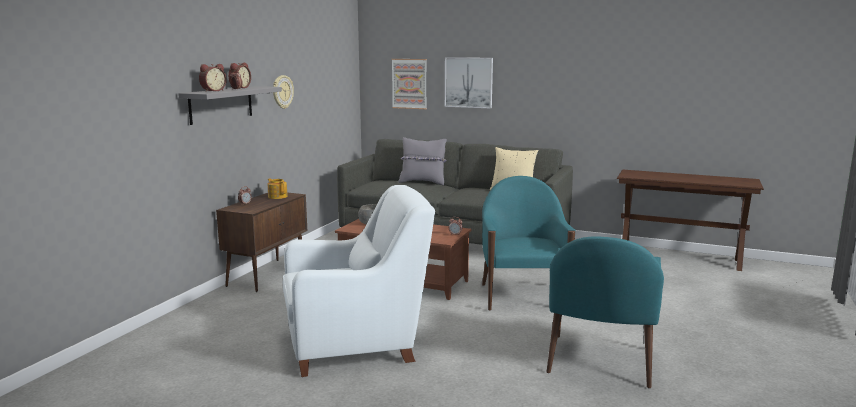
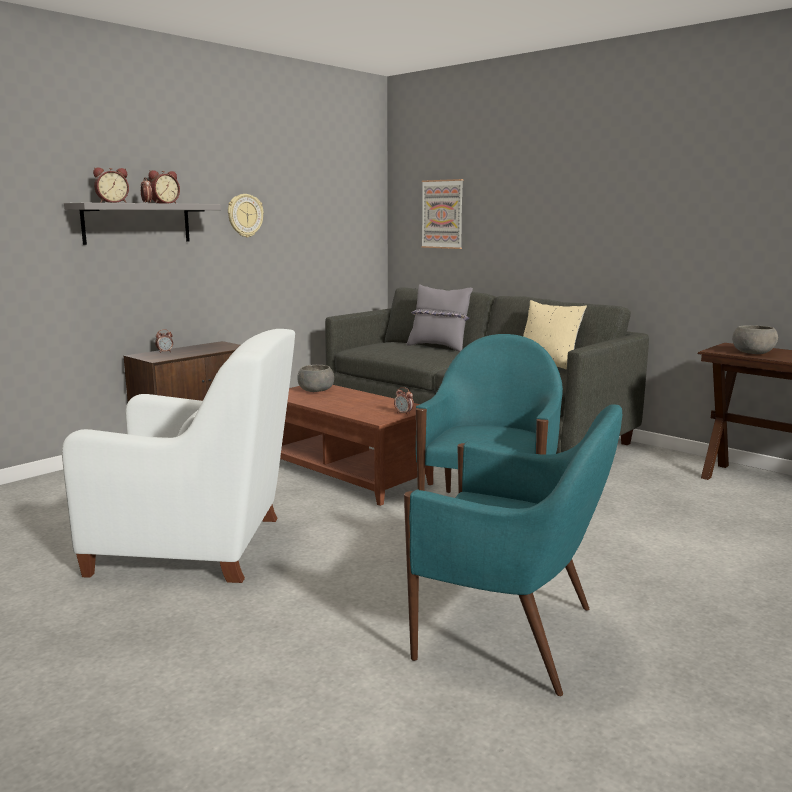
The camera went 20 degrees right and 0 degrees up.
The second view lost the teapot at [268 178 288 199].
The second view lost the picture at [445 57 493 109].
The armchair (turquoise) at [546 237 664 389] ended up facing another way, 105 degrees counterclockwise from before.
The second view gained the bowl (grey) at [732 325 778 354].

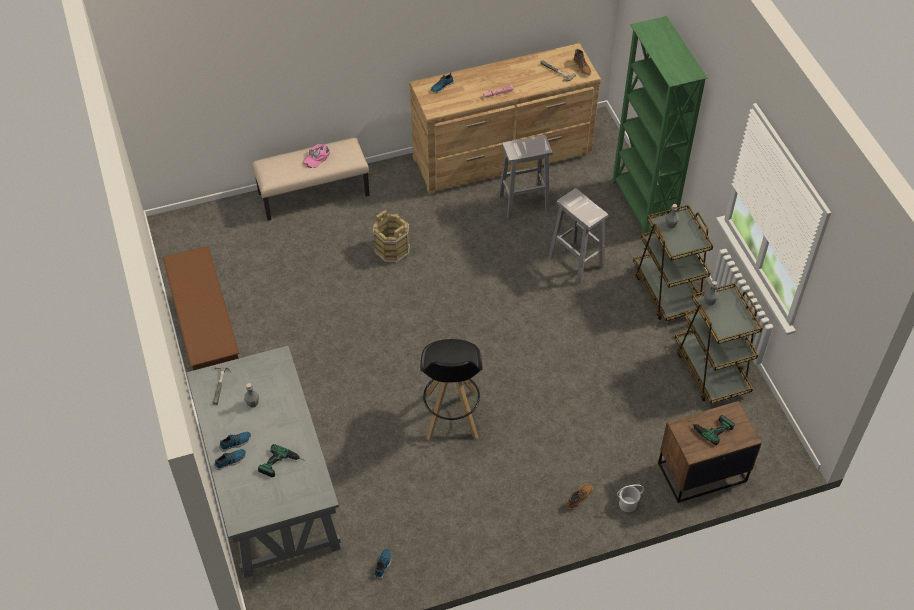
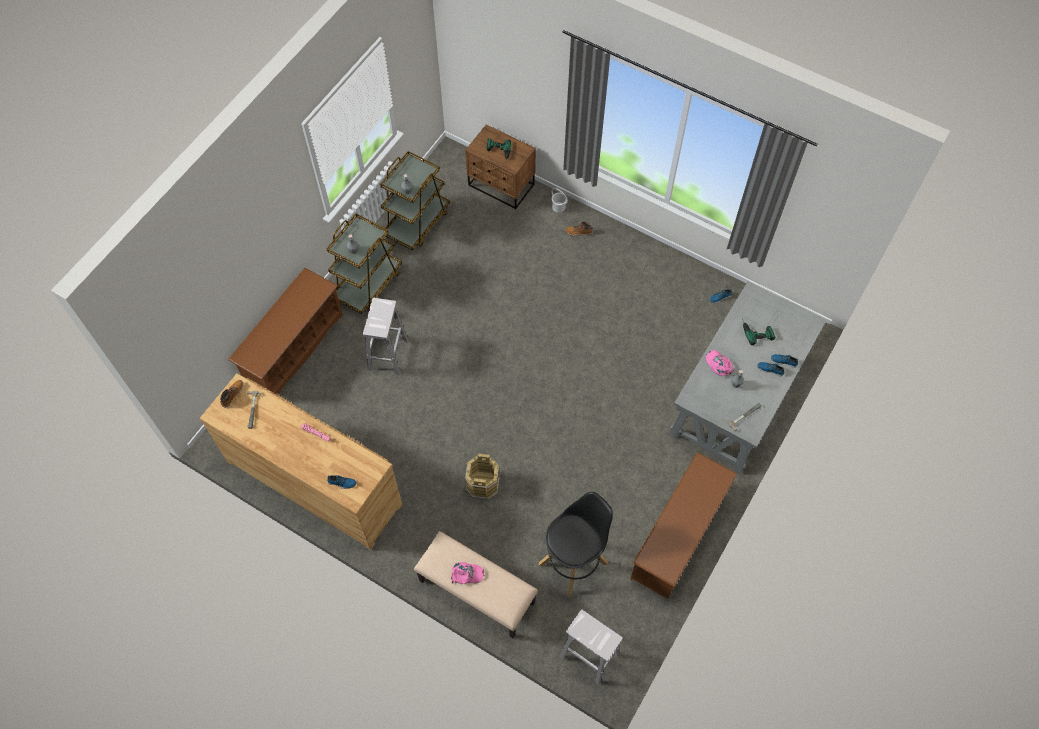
The camera went 130 degrees left and 10 degrees up.
The stool (black) ended up elsewhere, having gone from [420 339 483 440] to [539 492 613 597].
The stool (white) ended up elsewhere, having gone from [499 135 553 220] to [560 609 623 685].
Where the bookcase (green) stood at [612 16 708 236], the shoe rack (brown) came to stand at [228 268 343 395].
The second view gained the cap (pink) at [706 350 735 376].

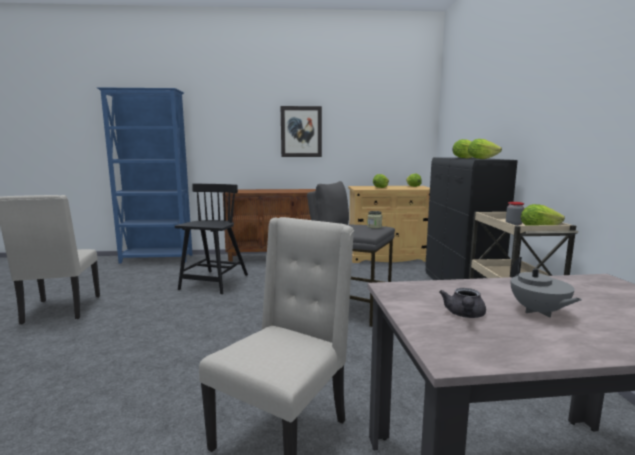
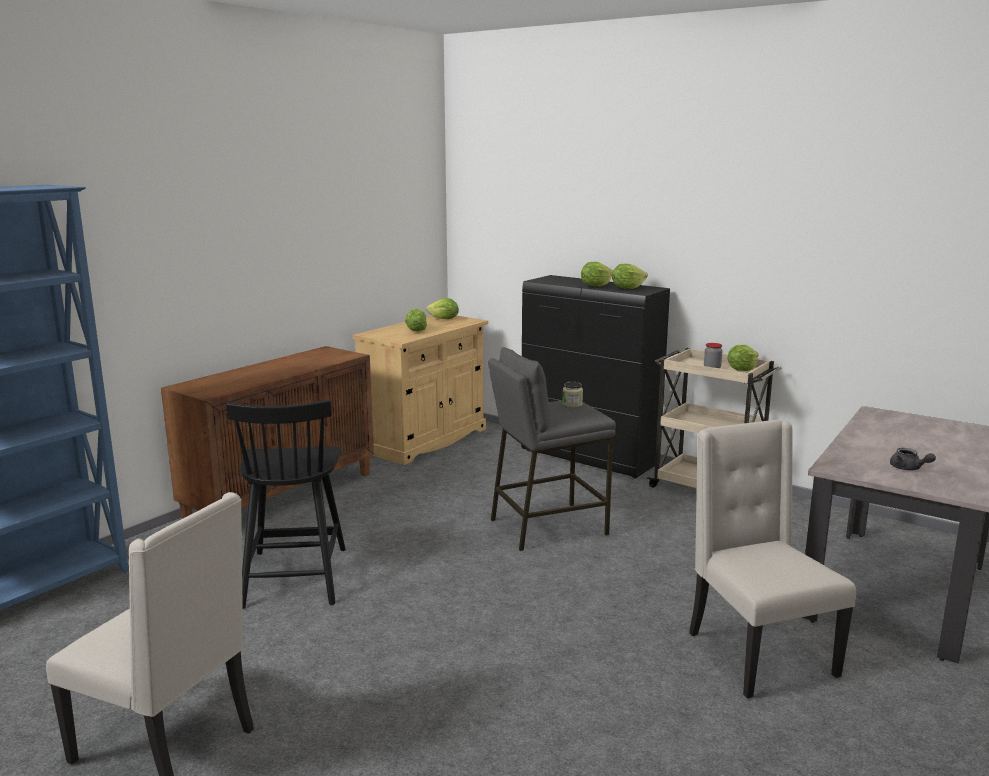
The camera went 50 degrees left and 5 degrees up.
The chair (black) at [175 184 248 294] ended up facing another way, 150 degrees counterclockwise from before.
The second view lost the picture at [281 106 322 157].
The second view lost the teapot (grey) at [511 257 582 317].

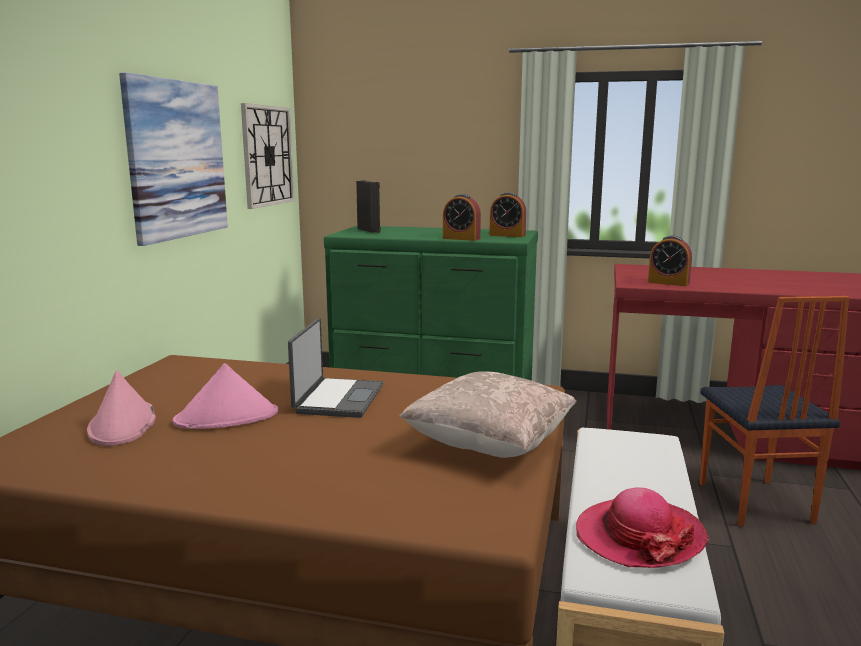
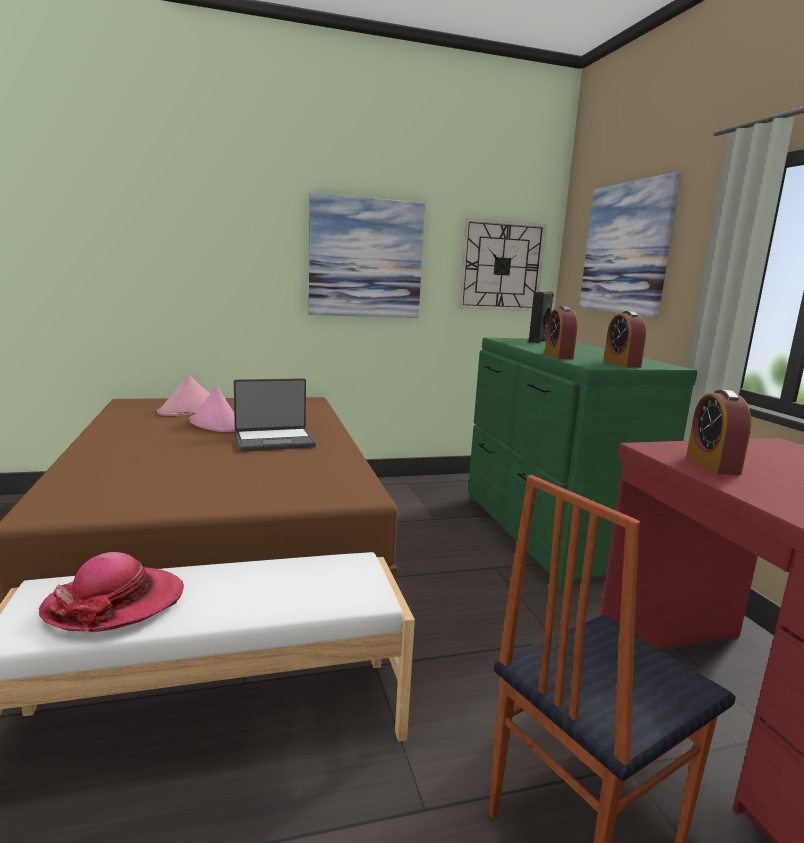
The camera went 60 degrees right and 0 degrees up.
The second view lost the pillow (beige) at [399 371 577 458].
The second view gained the picture at [579 172 681 318].

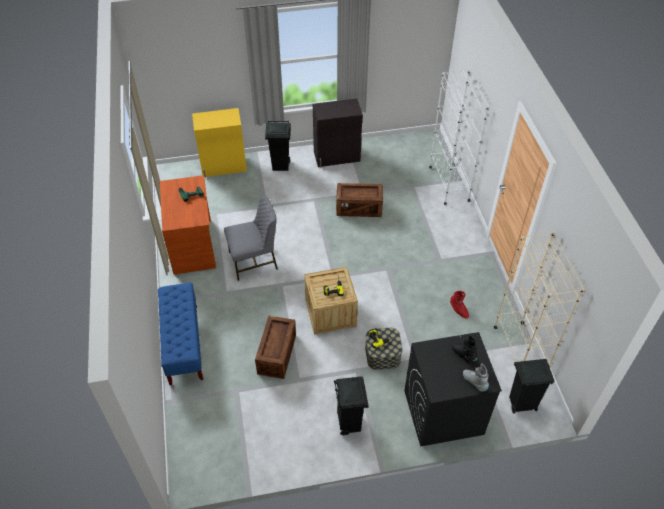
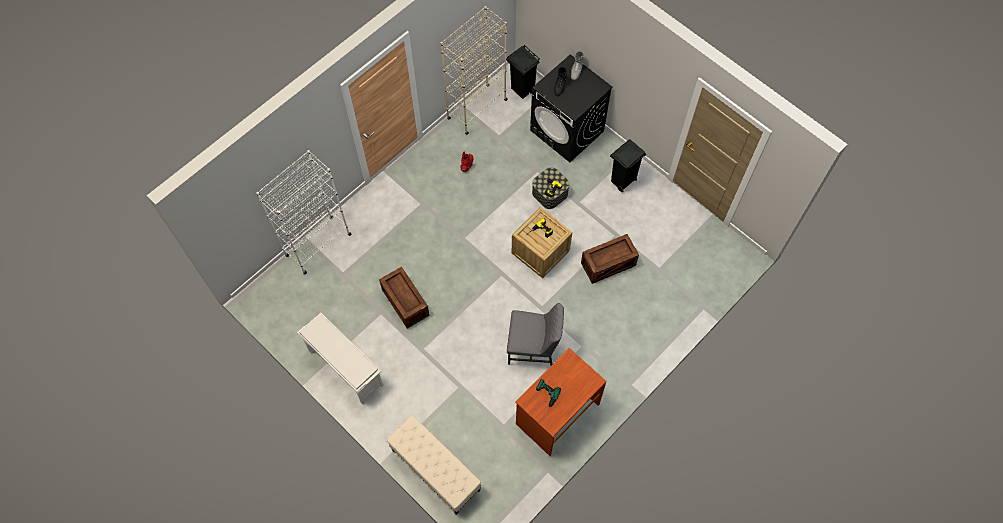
The camera went 125 degrees left and 15 degrees up.
The second view lost the bench (blue) at [158 283 203 385].
Where the cabinet (yellow) stood at [192 108 247 178], the bench (beige) came to stand at [387 415 481 515].
The chair (grey) at [224 195 278 281] ended up facing another way, 150 degrees clockwise from before.
The second view lost the trash can (black) at [265 121 291 171].
Where the cabinet (black) stood at [313 99 363 168], the shoe rack (white) came to stand at [297 313 384 405].

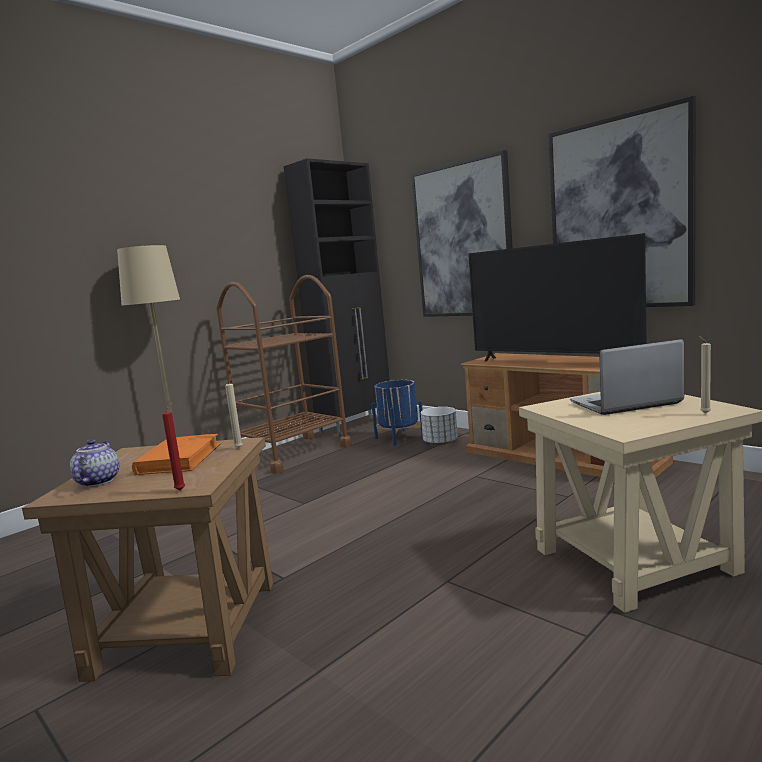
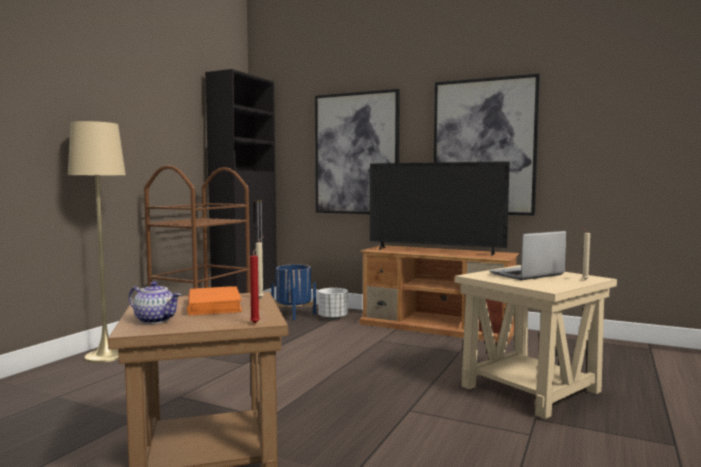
The camera went 20 degrees left and 5 degrees down.
The teapot at [70 440 119 487] ended up facing another way, 135 degrees clockwise from before.

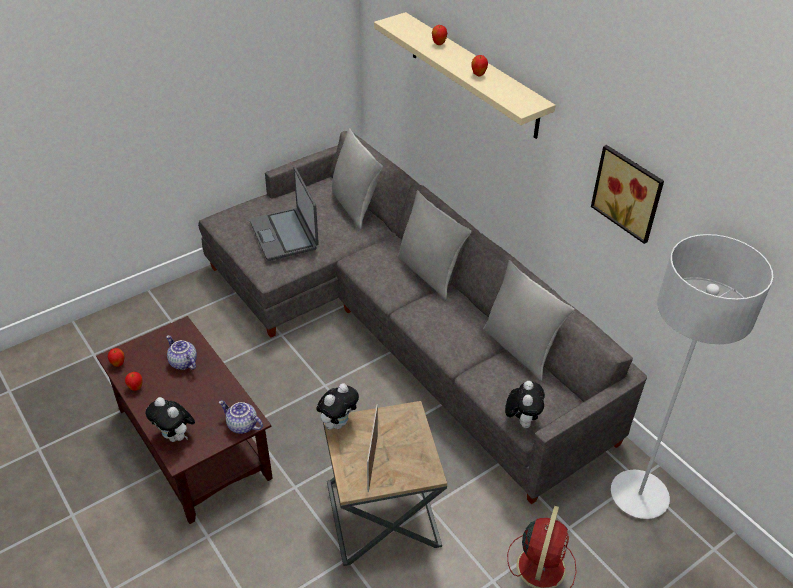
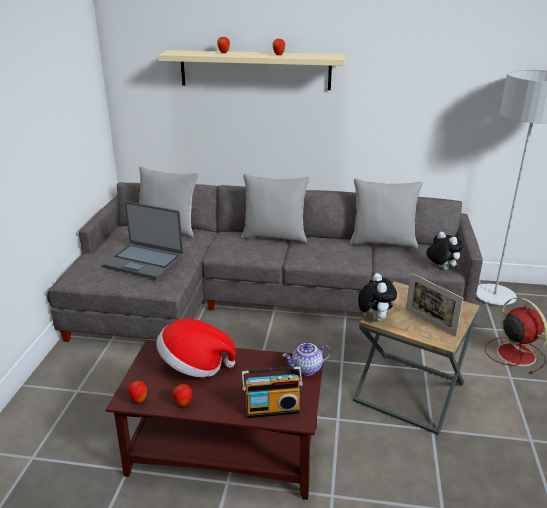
The camera went 45 degrees left and 15 degrees down.
Where the plush toy stood at [145 397 195 442], the radio came to stand at [242 366 303 418].
Where the teapot stood at [166 335 197 370], the hat came to stand at [156 318 236 377].
The second view lost the picture at [591 145 664 244].

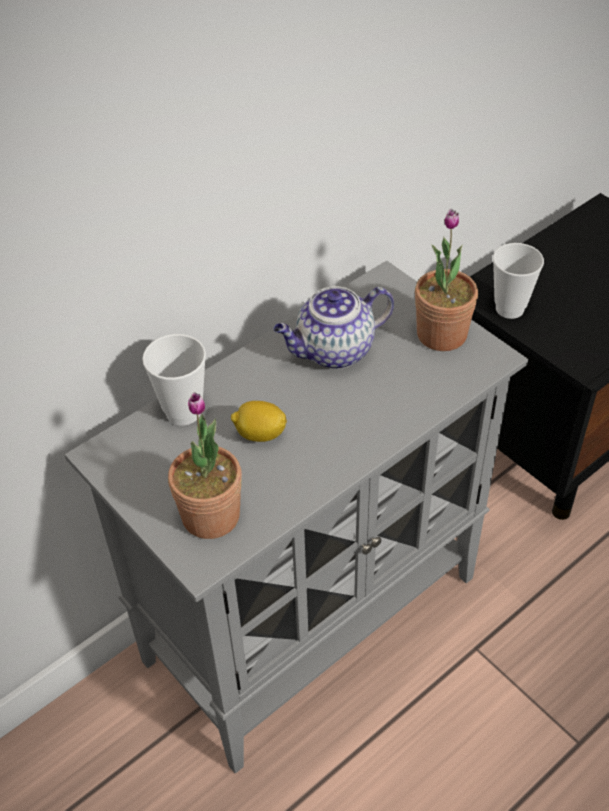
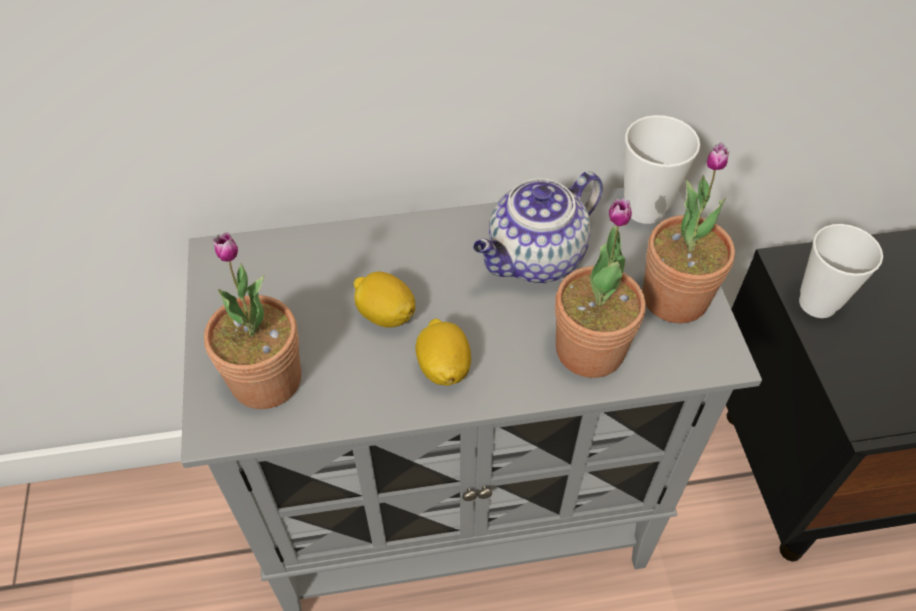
The camera went 30 degrees right and 5 degrees up.
The cup ended up elsewhere, having gone from [142 334 206 426] to [624 115 700 224].
The teapot at [273 286 394 369] ended up facing another way, 45 degrees counterclockwise from before.
The second view gained the lemon at [415 318 471 386].
The second view gained the potted plant at [555 198 646 378].

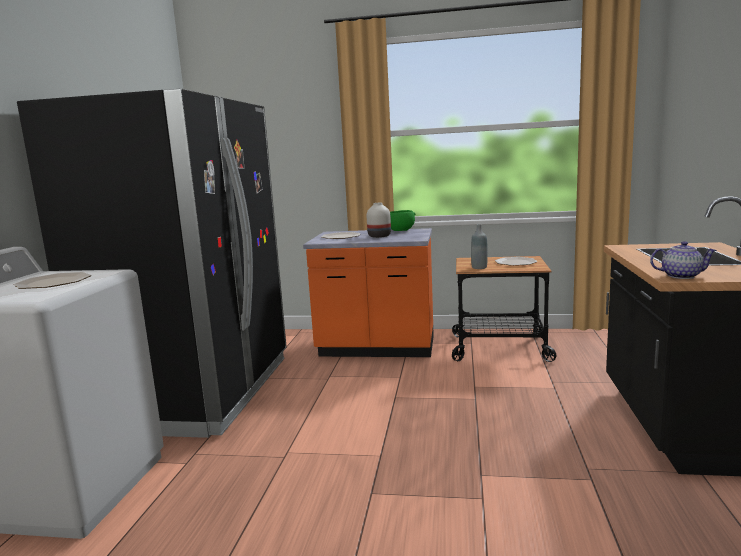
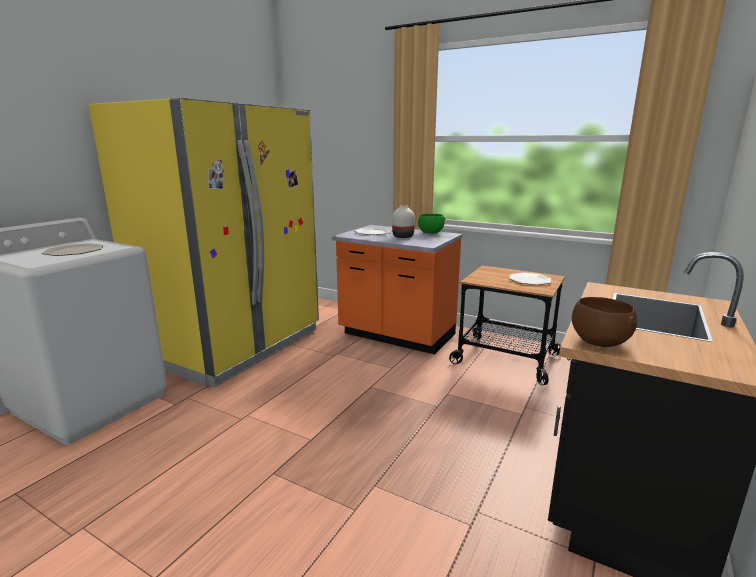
The camera went 20 degrees right and 5 degrees up.
What was the fridge (black) at [17 88 286 438] turned into the fridge (yellow) at [89 98 319 387].
The second view lost the bottle (grey) at [471 224 488 269].
Where the teapot stood at [650 241 717 279], the bowl (brown) came to stand at [572 297 637 347].

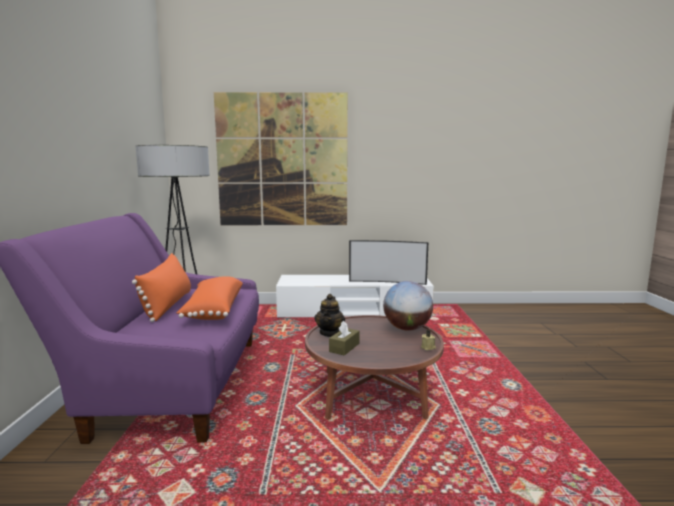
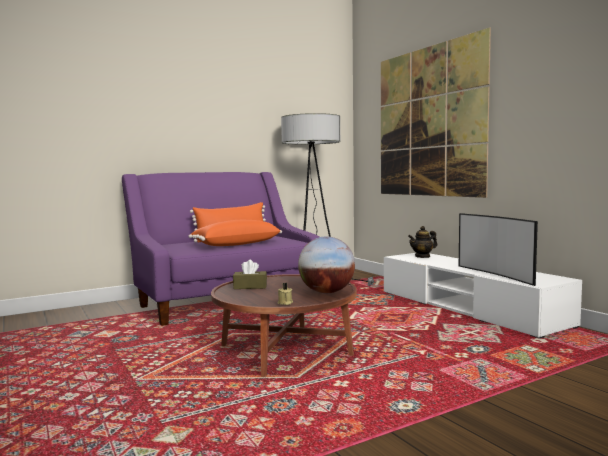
The camera went 60 degrees right and 5 degrees down.
The teapot ended up elsewhere, having gone from [314 294 345 337] to [408 226 437 258].

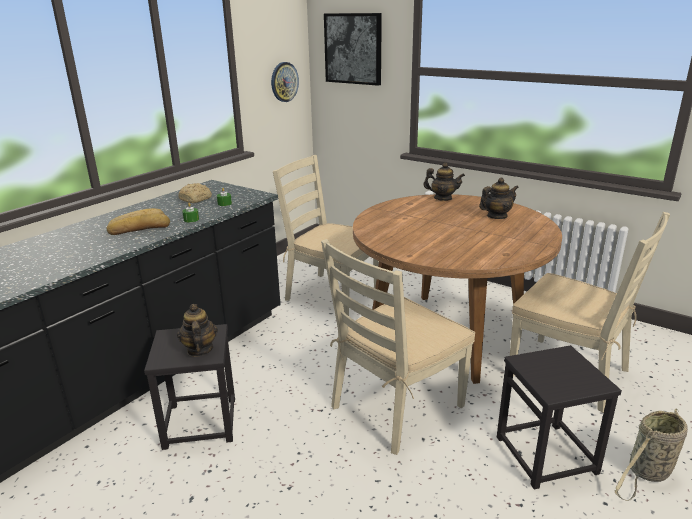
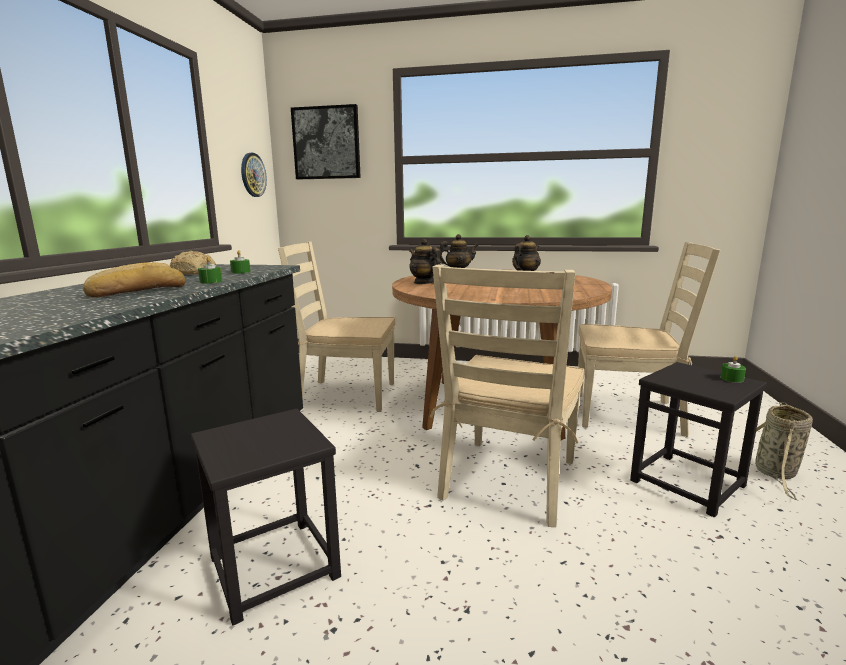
The camera went 25 degrees left and 10 degrees down.
The teapot ended up elsewhere, having gone from [177 304 218 357] to [409 239 441 284].
The second view gained the candle (green) at [720 356 746 383].

